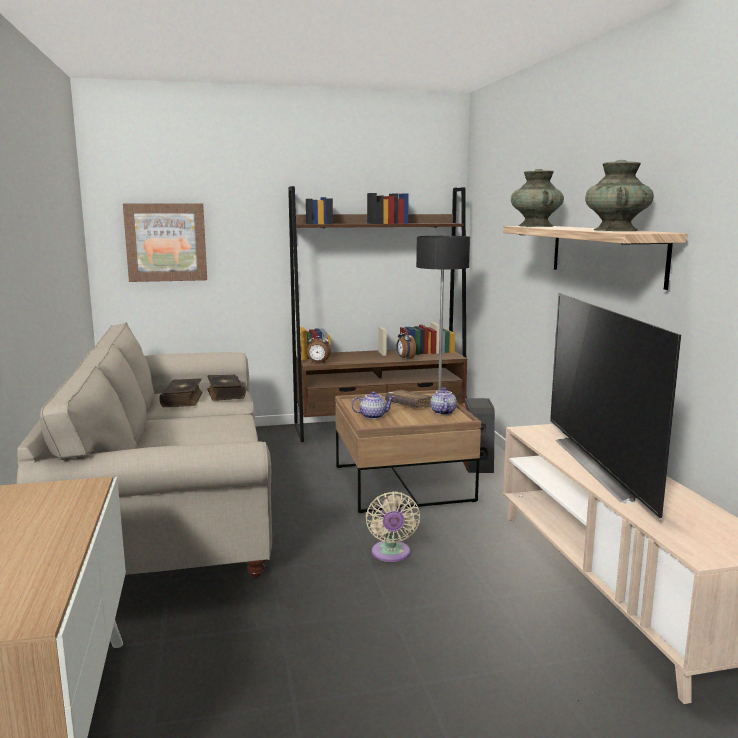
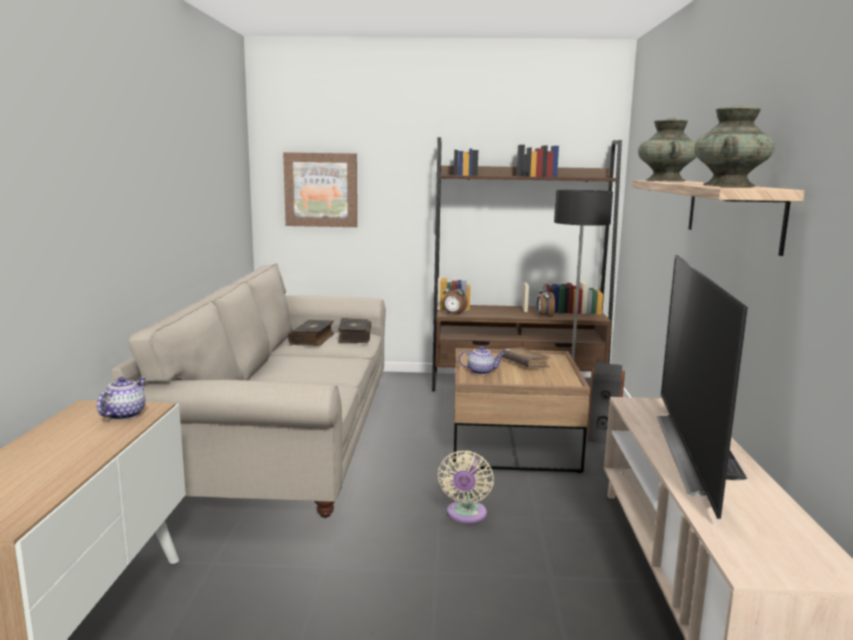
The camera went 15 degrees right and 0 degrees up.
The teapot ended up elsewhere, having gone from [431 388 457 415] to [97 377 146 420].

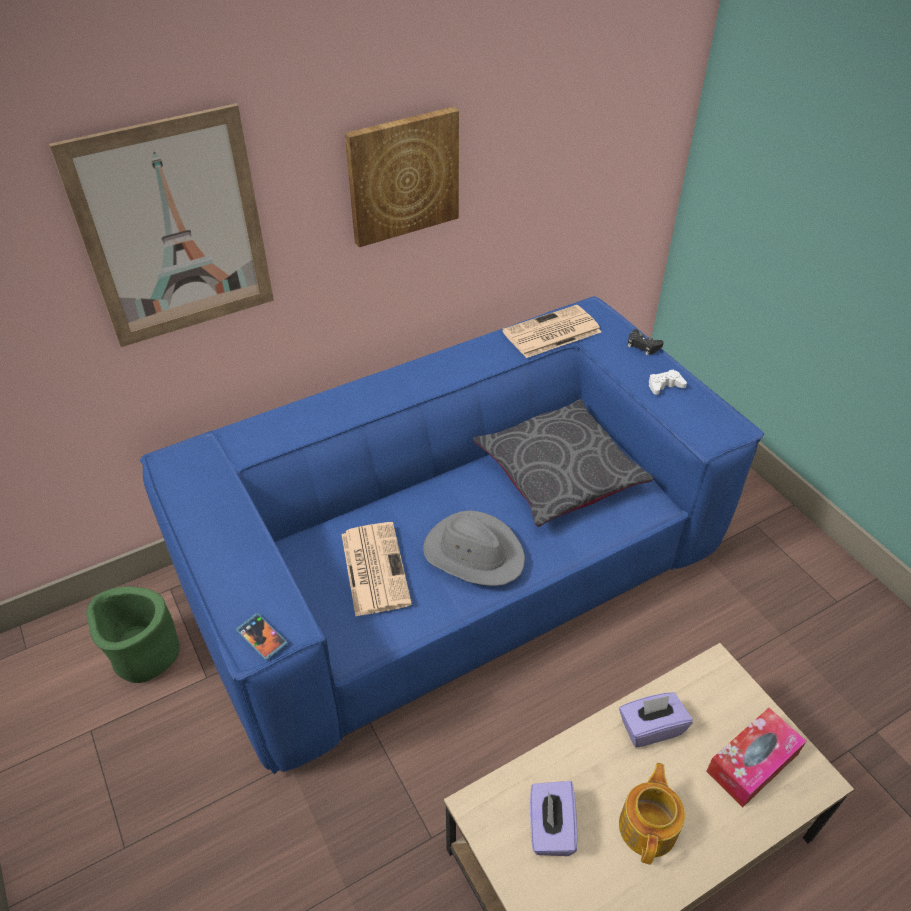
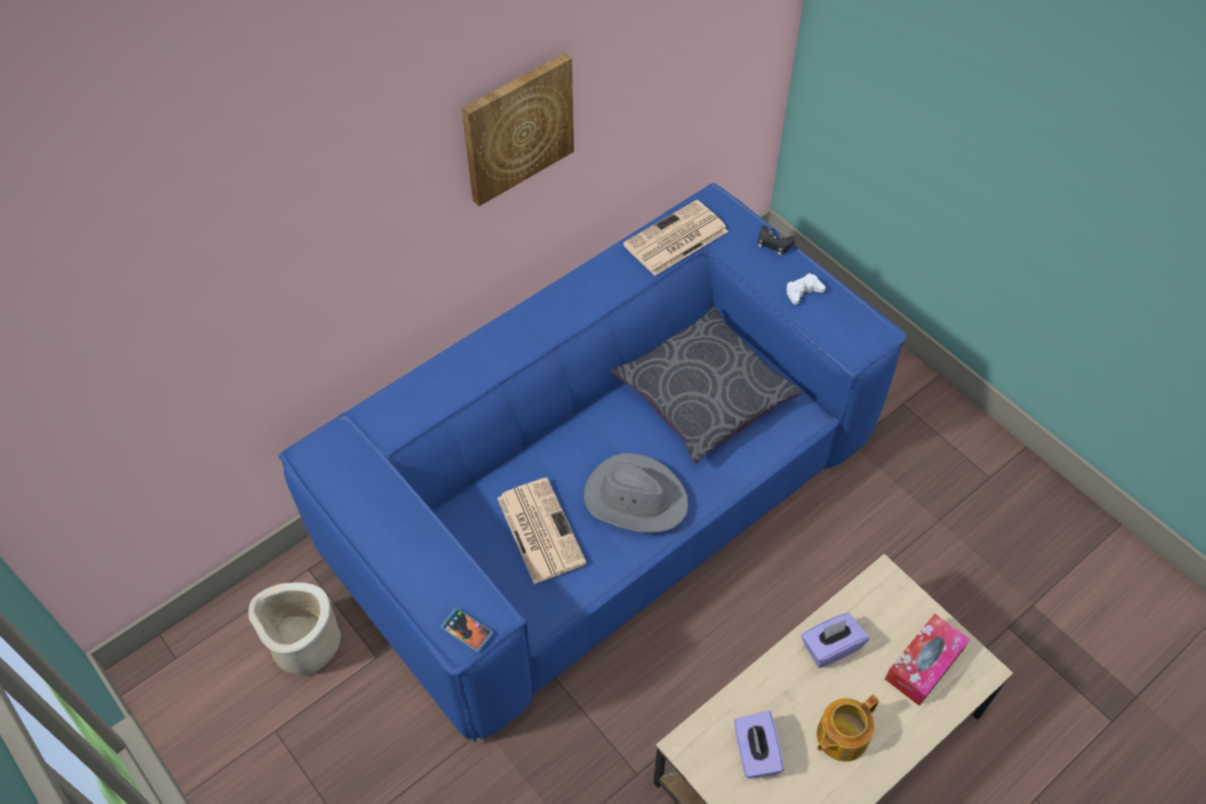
The camera went 10 degrees left and 10 degrees up.
The second view lost the picture at [49 103 274 347].
What was the planter (green) at [86 586 179 683] turned into the planter (beige) at [248 582 341 676].
The teapot at [619 763 685 865] ended up facing another way, 135 degrees counterclockwise from before.

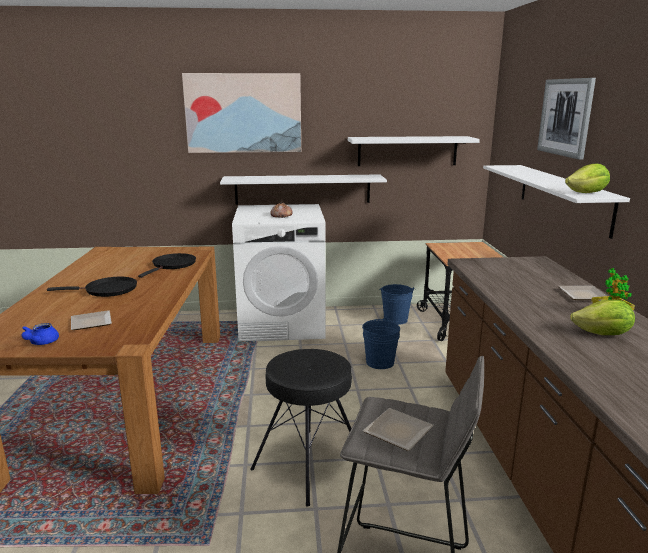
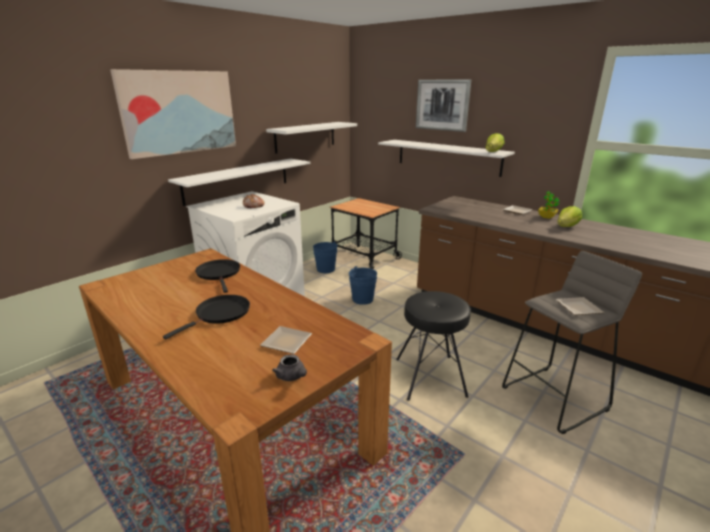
The camera went 45 degrees left and 5 degrees up.
What was the teapot (blue) at [21 323 59 345] turned into the teapot (grey) at [272 354 307 381].

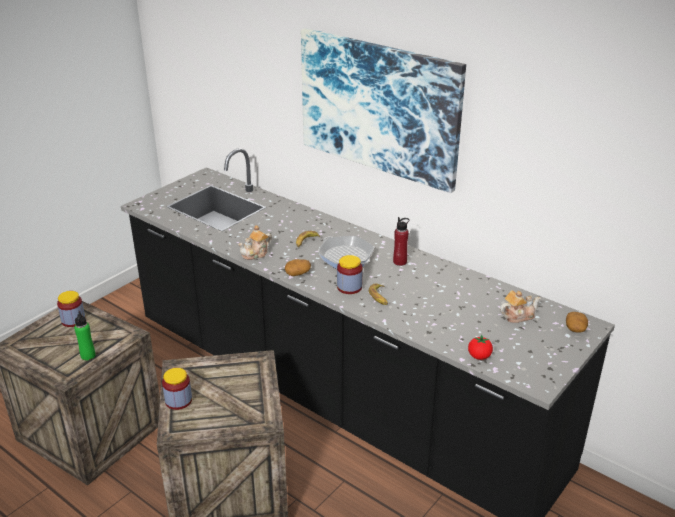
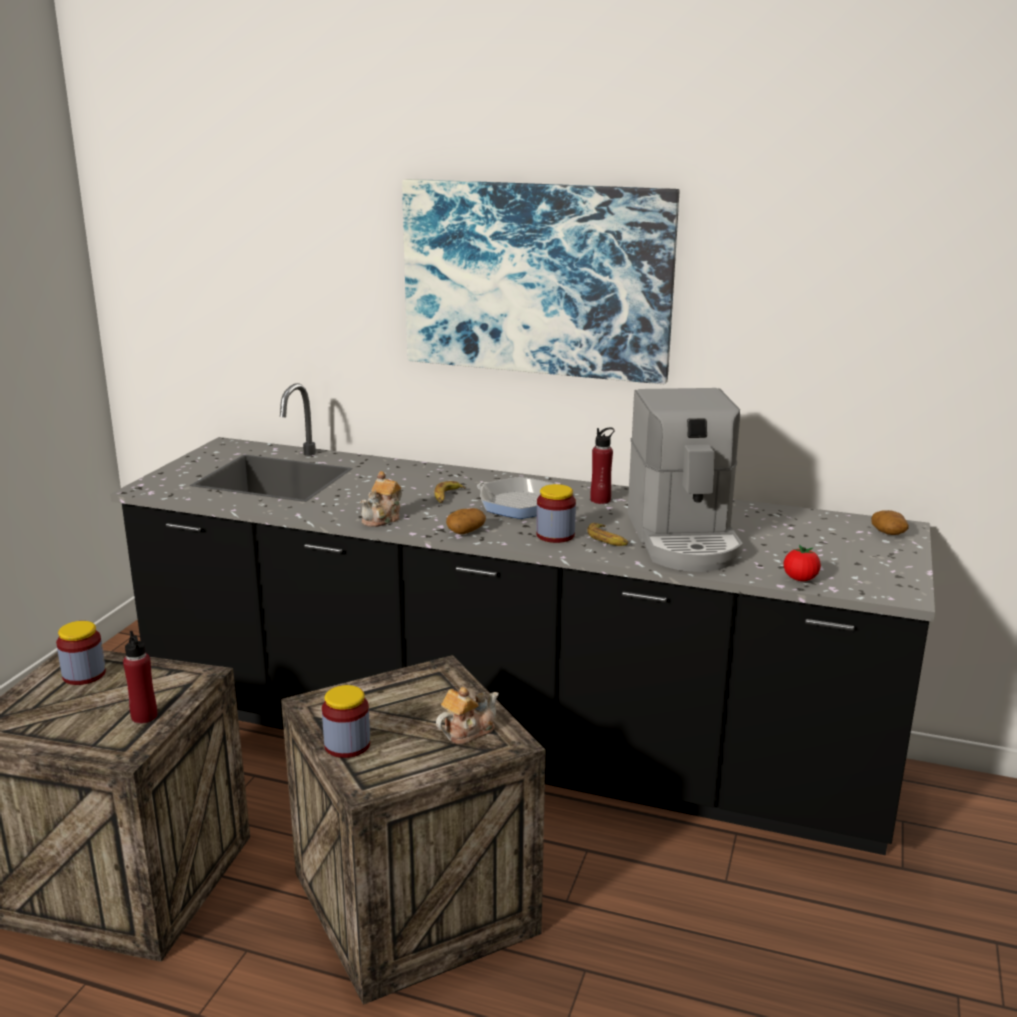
The camera went 20 degrees left and 10 degrees down.
What was the bottle (green) at [74 311 95 360] turned into the bottle (red) at [123 631 157 723].
The teapot ended up elsewhere, having gone from [500 290 541 323] to [436 687 498 744].
The second view gained the coffee machine at [628 388 743 572].

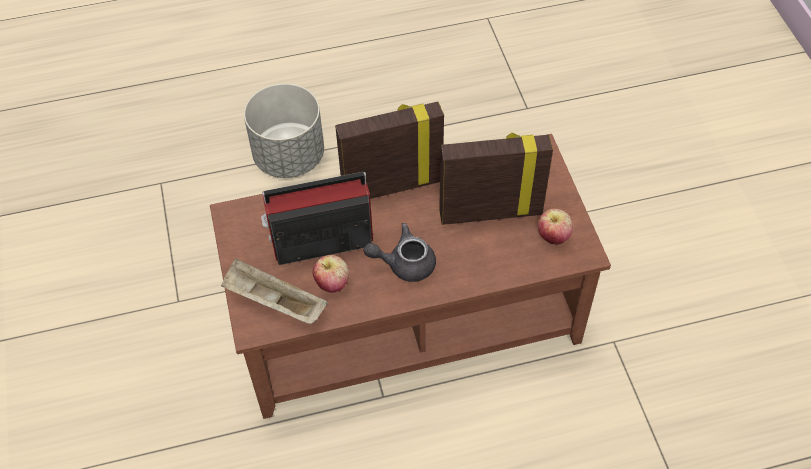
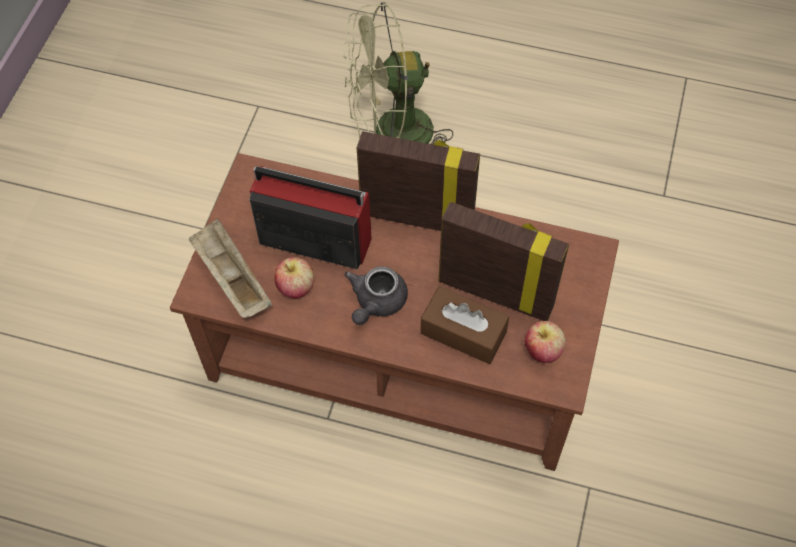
The camera went 30 degrees right and 5 degrees up.
Where the planter (grey) stood at [244 84 324 178], the fan (green) came to stand at [344 2 453 145].
The teapot (grey) at [364 223 436 282] ended up facing another way, 90 degrees counterclockwise from before.
The second view gained the tissue box (brown) at [421 286 509 364].

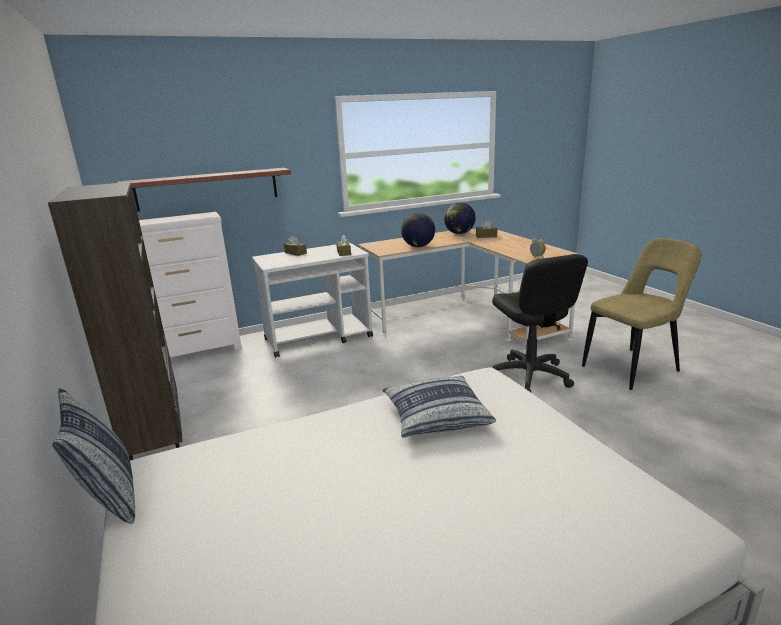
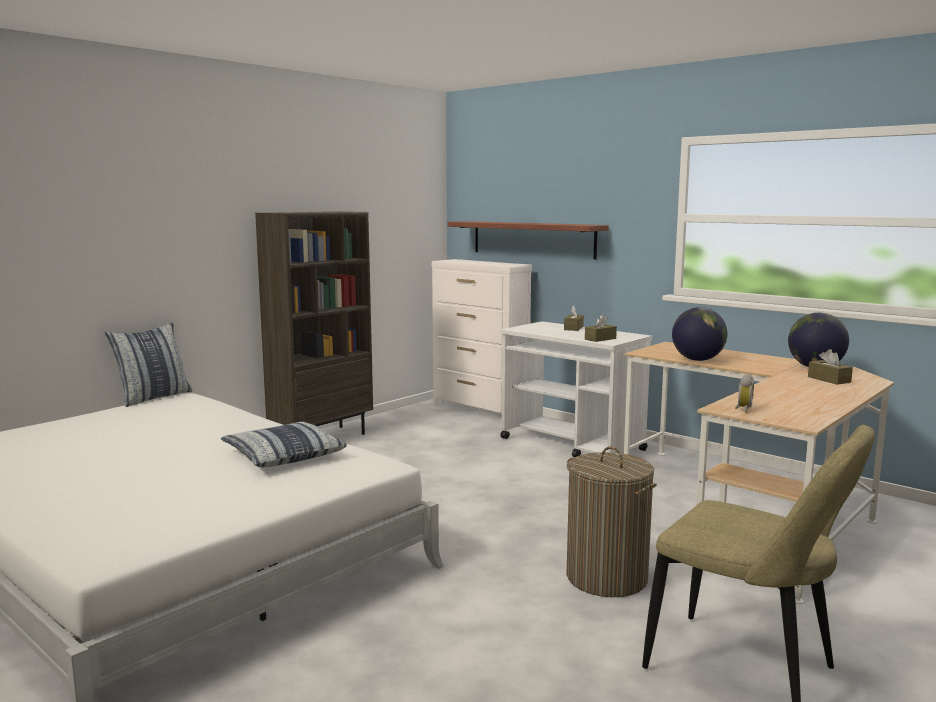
The camera went 65 degrees right and 10 degrees down.
Where the office chair (black) stood at [492 254 588 392], the laundry basket came to stand at [566 447 657 597].

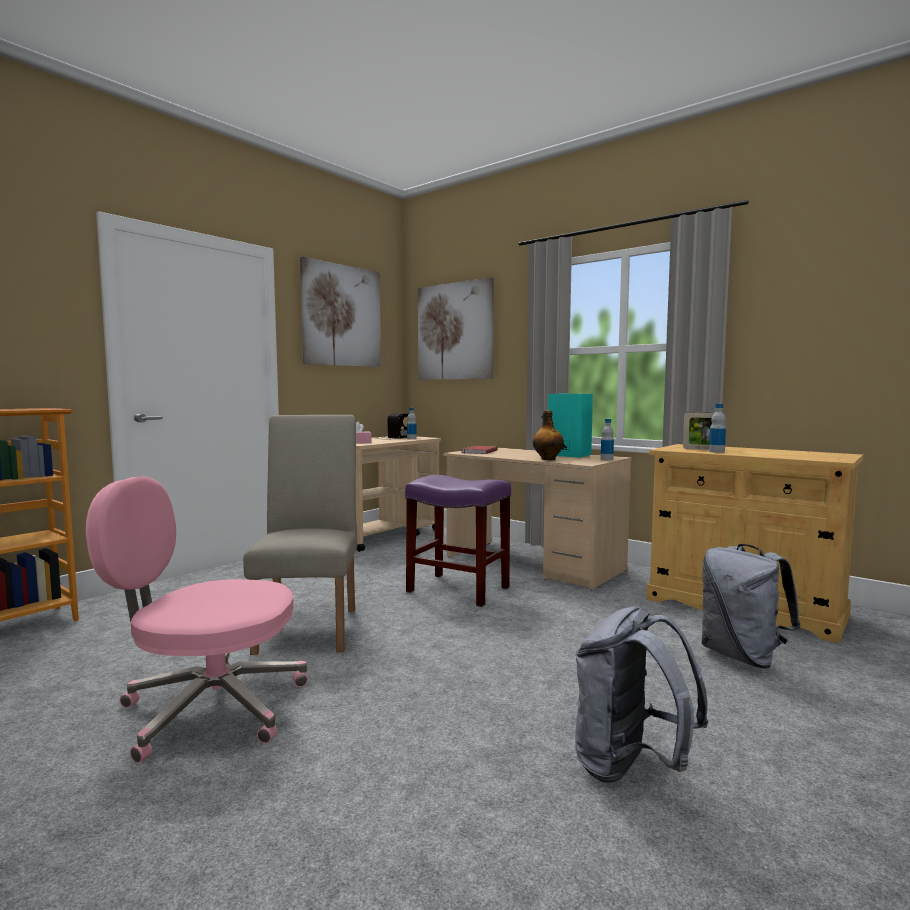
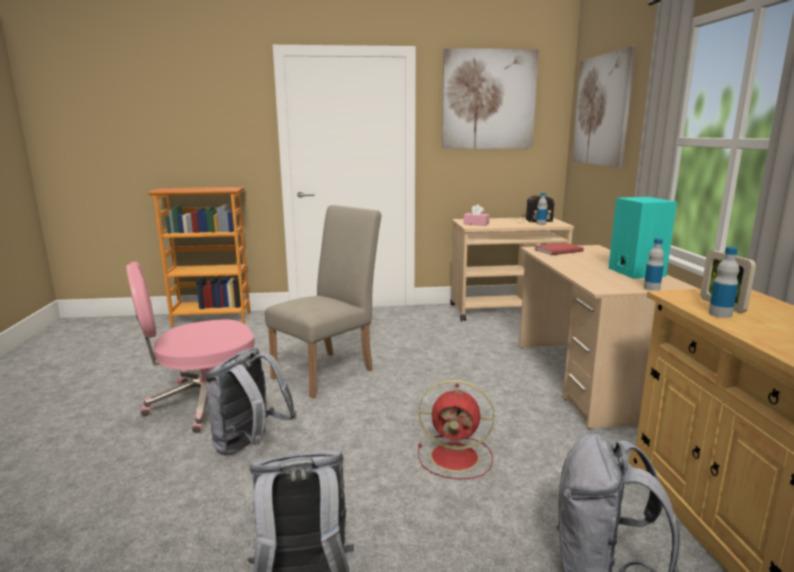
The camera went 45 degrees right and 10 degrees up.
The office chair (pink) at [86 477 308 763] ended up facing another way, 75 degrees counterclockwise from before.
The second view lost the stool (purple) at [405 475 511 607].
The second view lost the bottle at [533 410 564 460].
The second view gained the backpack (grey) at [206 348 297 455].
The second view gained the fan (red) at [418 380 494 480].

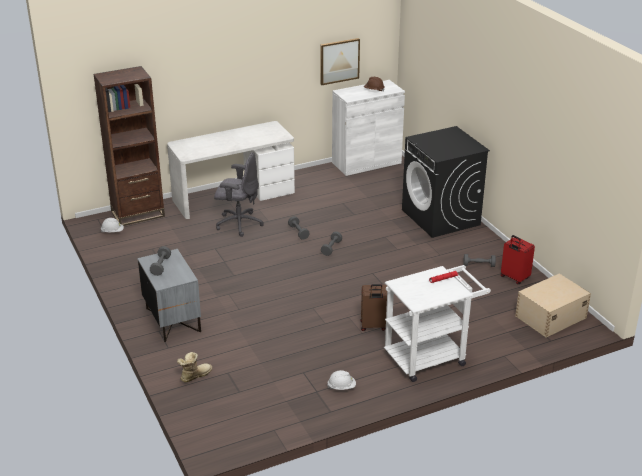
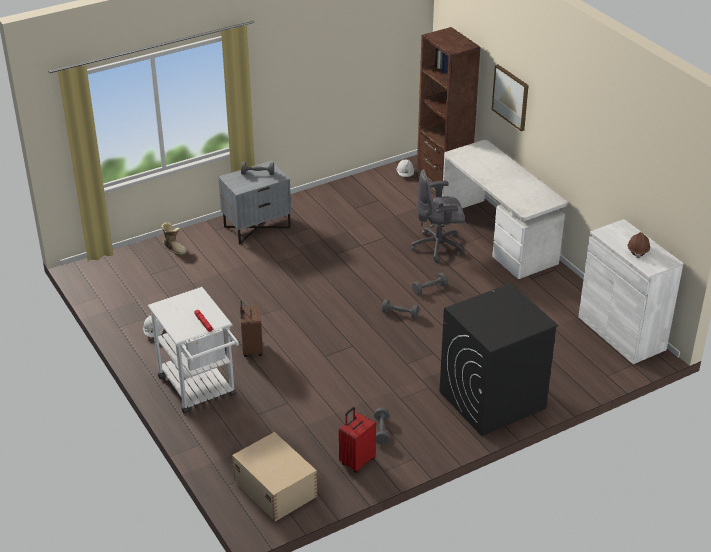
The camera went 85 degrees right and 5 degrees up.
The office chair (grey) at [214 152 264 237] ended up facing another way, 75 degrees clockwise from before.
The picture ended up elsewhere, having gone from [320 38 360 85] to [492 64 529 131].

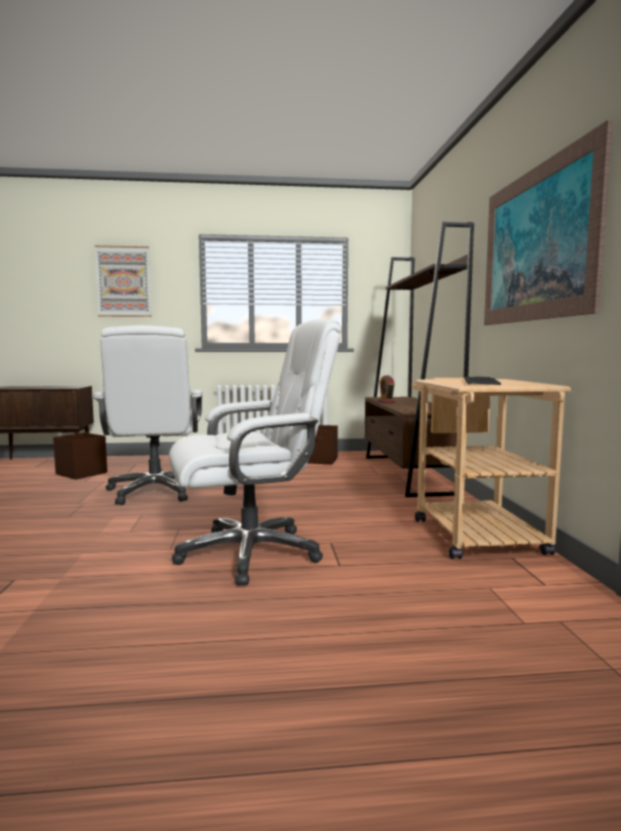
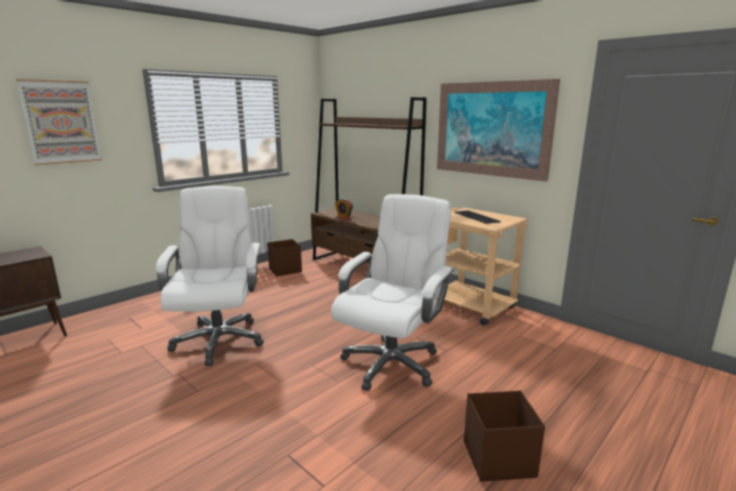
The camera went 40 degrees left and 10 degrees up.
The storage box (brown) ended up elsewhere, having gone from [53 433 107 480] to [464 391 545 482].
The office chair (white) at [93 325 202 505] ended up facing another way, 135 degrees counterclockwise from before.

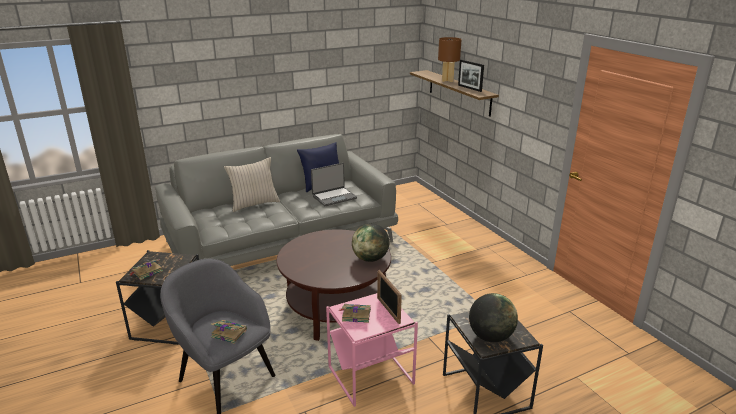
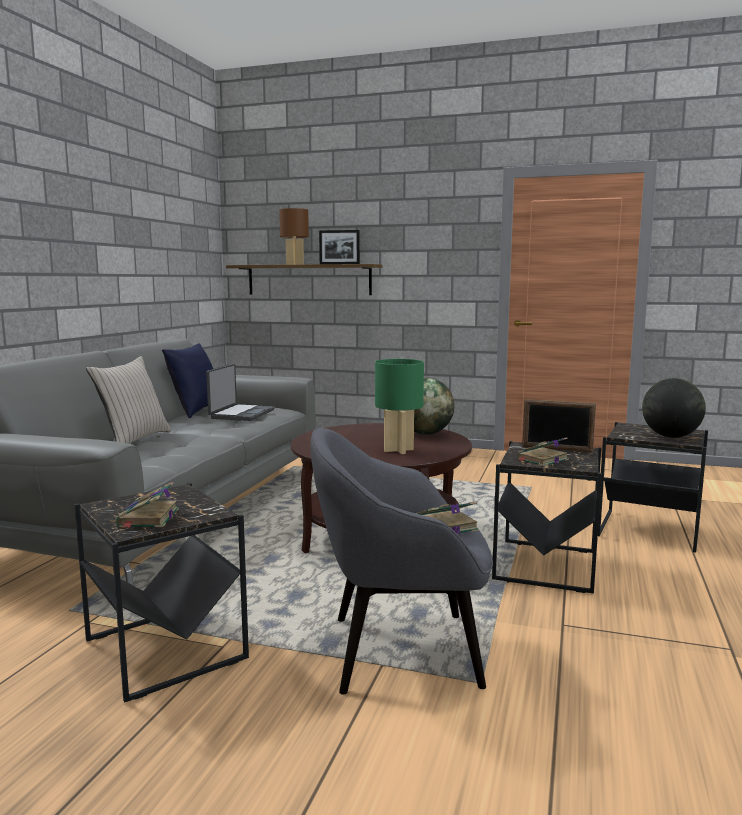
The camera went 45 degrees left and 15 degrees down.
What was the side table (pink) at [326 293 418 407] turned into the side table (black) at [492 441 602 594].
The second view gained the table lamp (green) at [375 359 424 454].

